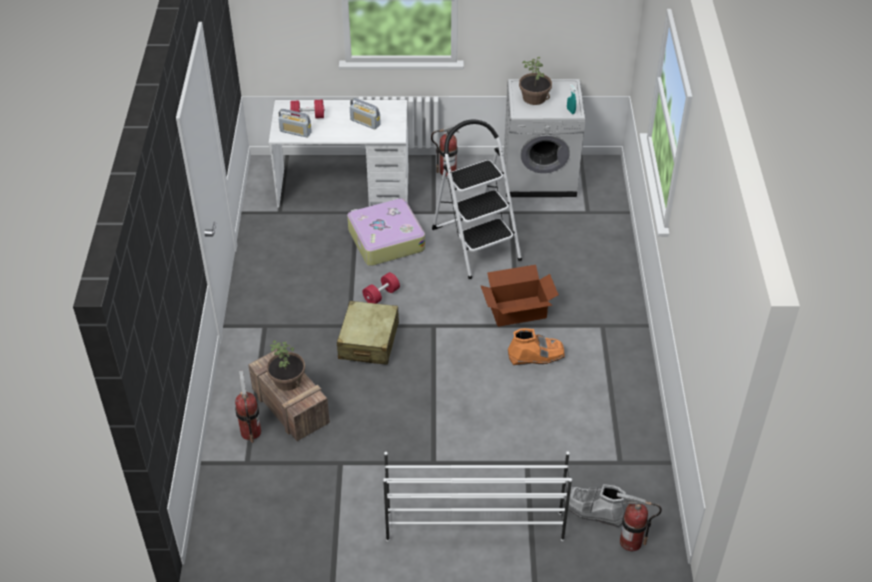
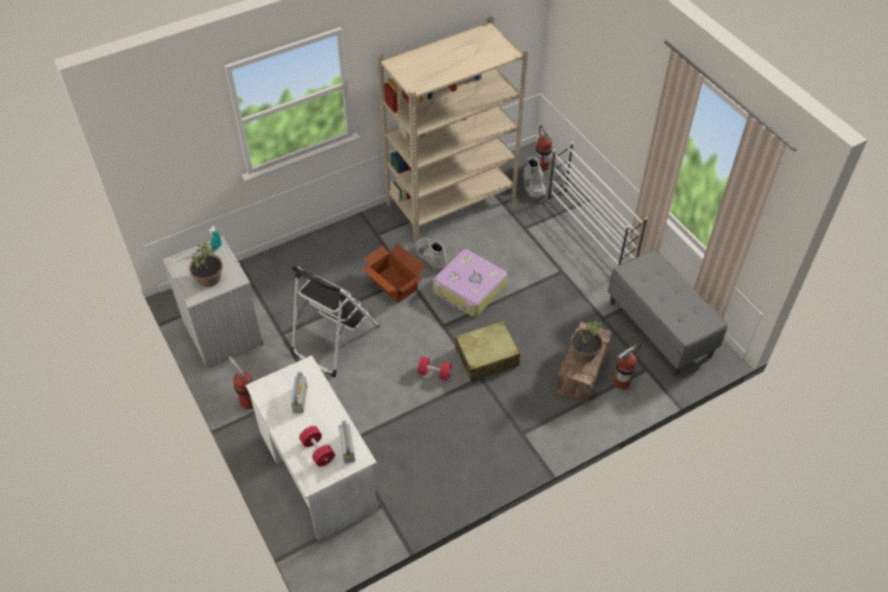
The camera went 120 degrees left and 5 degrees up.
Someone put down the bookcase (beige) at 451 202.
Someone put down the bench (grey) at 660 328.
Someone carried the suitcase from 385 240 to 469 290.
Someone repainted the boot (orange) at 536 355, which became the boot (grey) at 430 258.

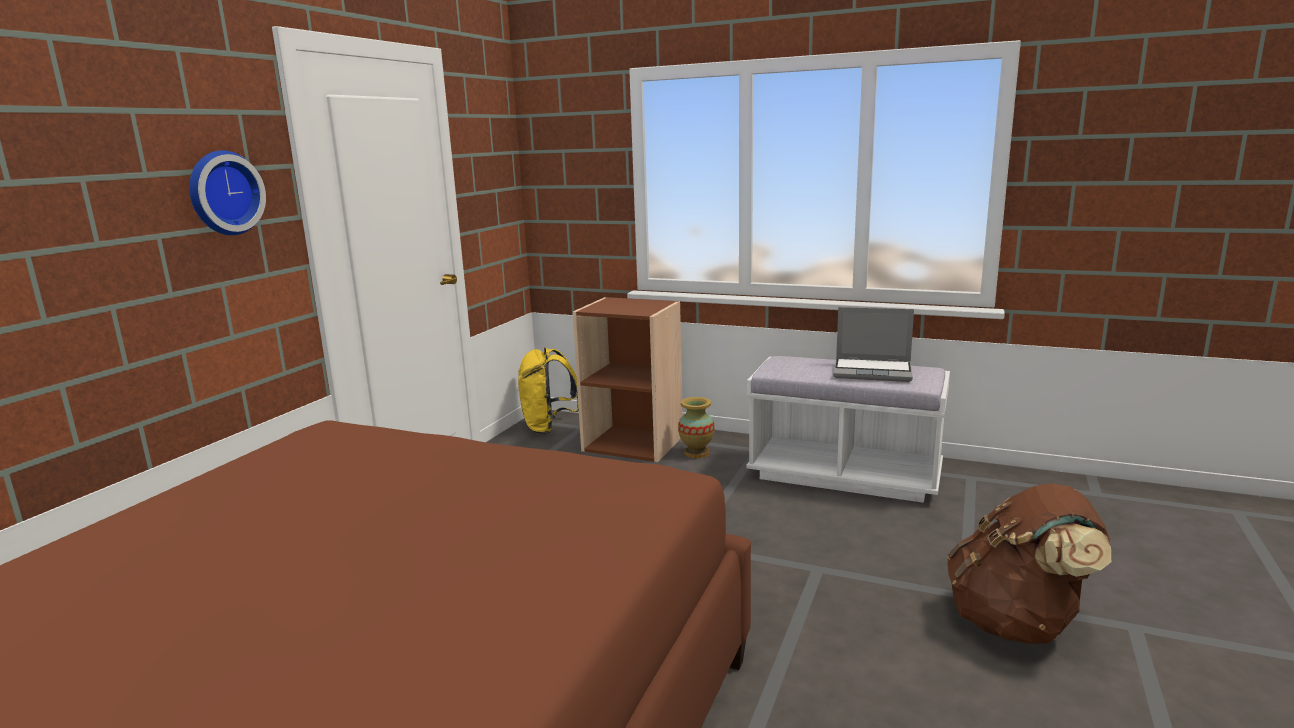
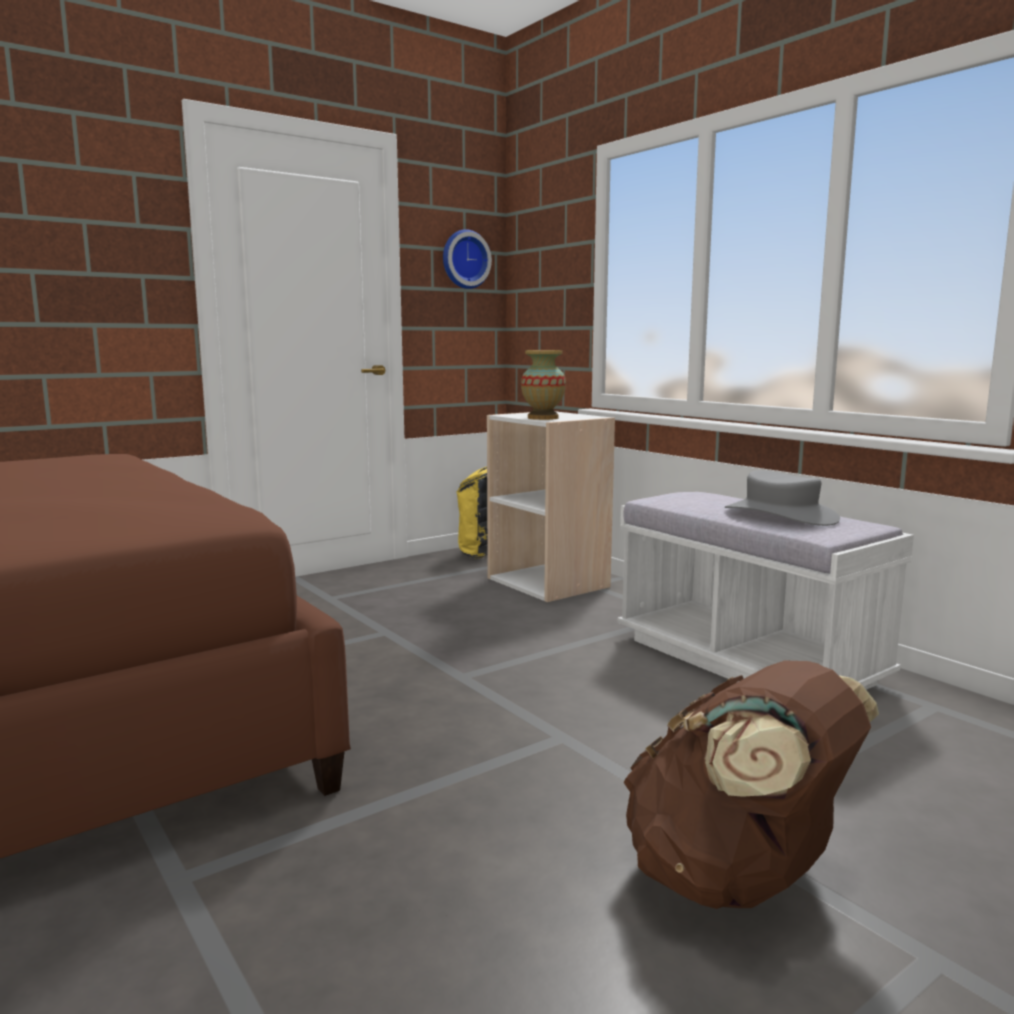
The camera went 30 degrees right and 5 degrees down.
Someone carried the wall clock from 223 193 to 464 259.
Someone carried the vase from 696 453 to 542 418.
Someone swapped the laptop at 873 371 for the hat (grey) at 780 515.
Someone repainted the bookcase (brown) at 634 443, which became the bookcase (white) at 549 582.

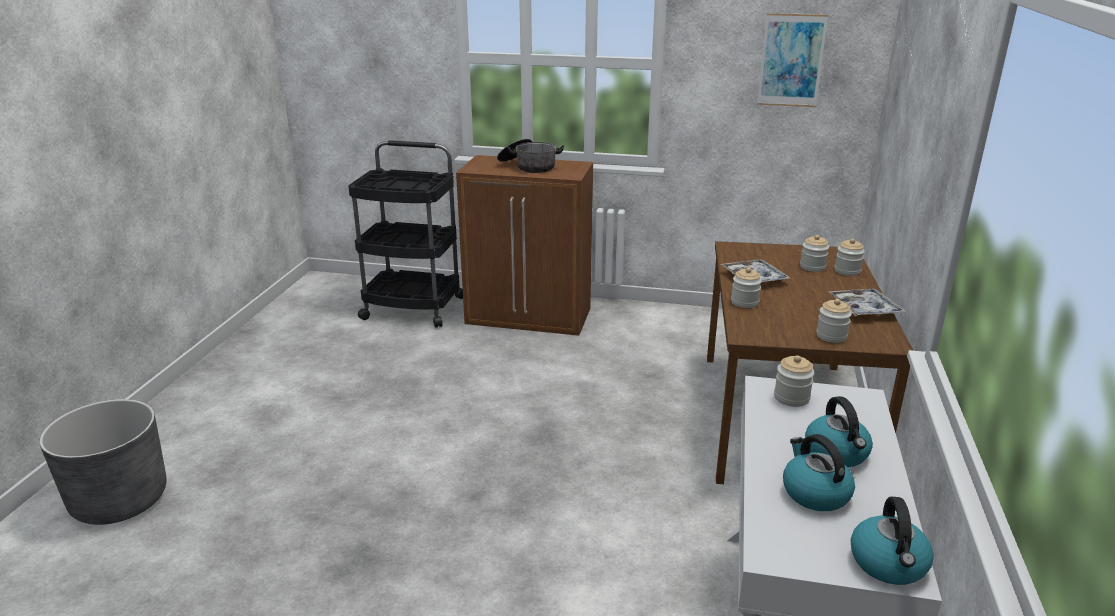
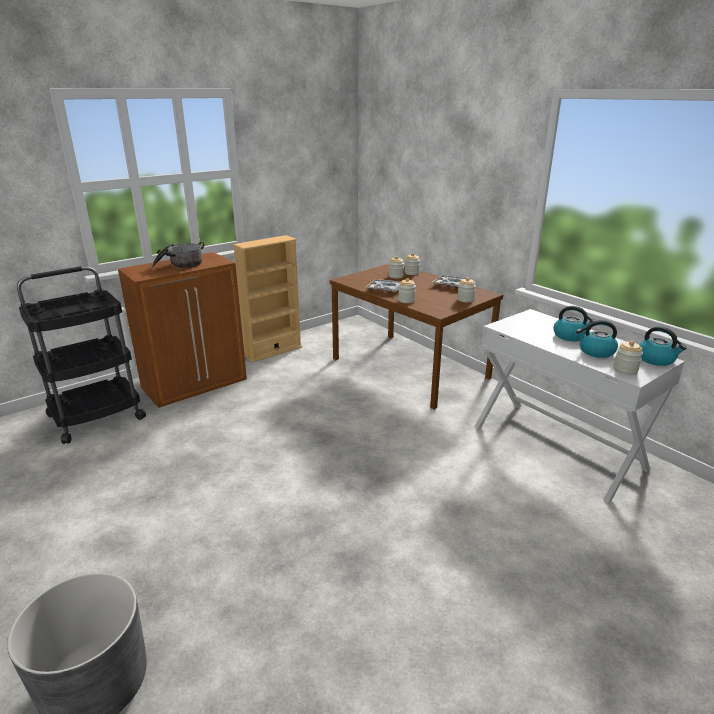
The camera went 50 degrees left and 0 degrees up.
Someone took away the picture at 791 60.
Someone put down the bookcase (beige) at 273 351.
Someone carried the jar from 791 398 to 625 370.

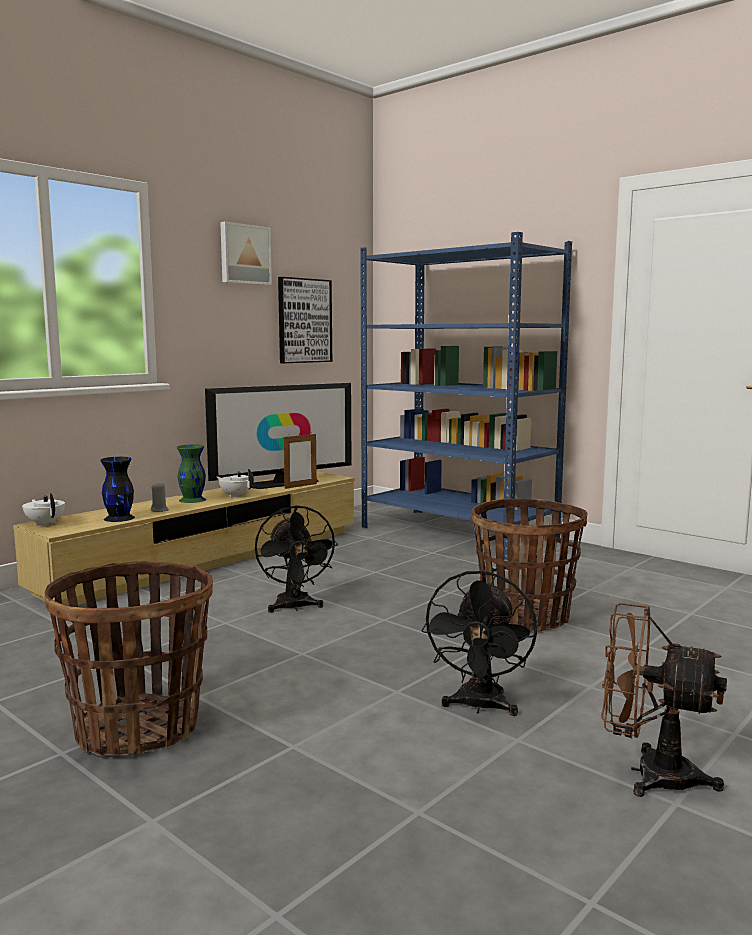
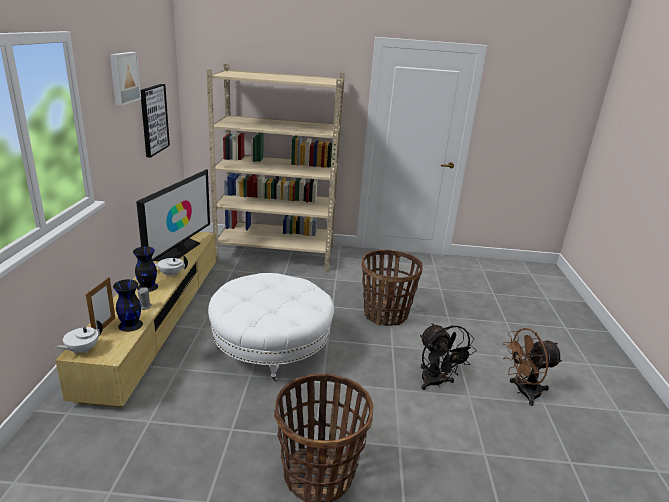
The camera went 40 degrees left and 15 degrees up.
Someone carried the picture frame from 300 486 to 104 327.
Someone swapped the fan (black) at 295 607 for the ottoman (white) at 271 347.
Someone repainted the vase (green) at 192 500, which became the vase (black) at 147 287.
Someone repainted the bookcase (blue) at 457 533, which became the bookcase (beige) at 276 253.
Someone rotated the teapot (white) at 45 524 by 60 degrees counterclockwise.

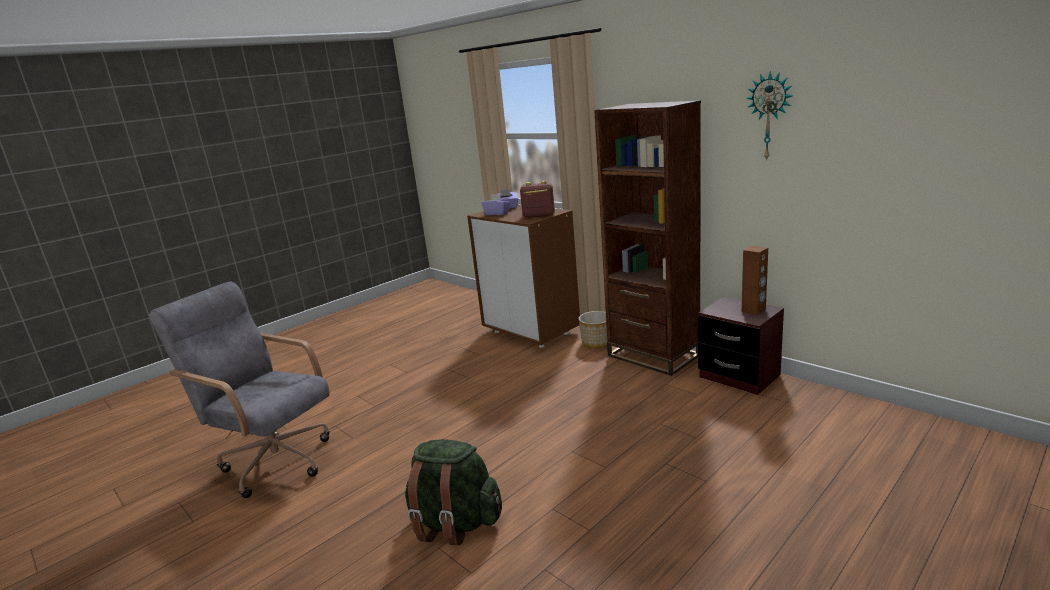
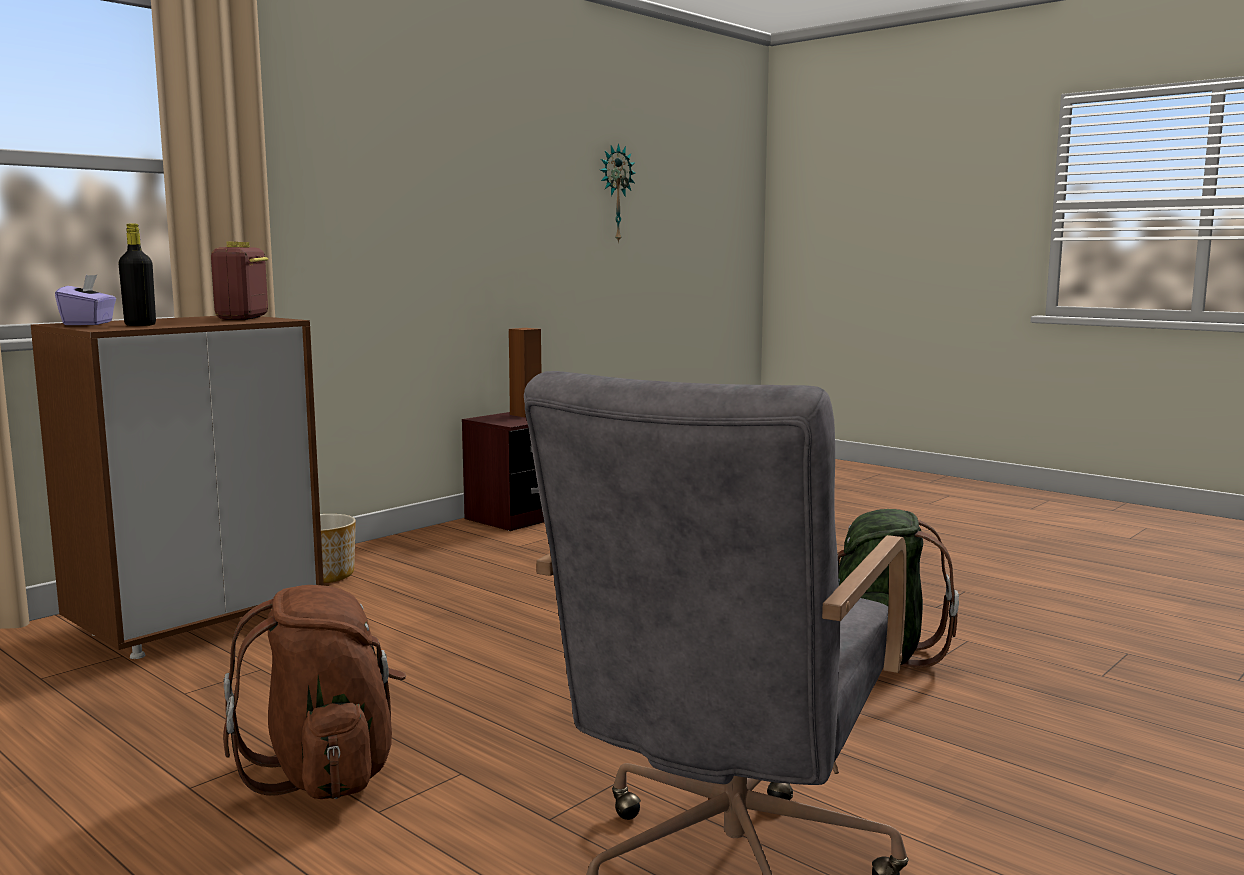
The camera went 95 degrees left and 10 degrees down.
Someone took away the bookcase (brown) at 653 355.
Someone put down the backpack (brown) at 326 773.
Someone carried the wall clock from 769 116 to 615 193.
Someone swapped the tissue box (purple) at 497 213 for the bottle (black) at 140 325.

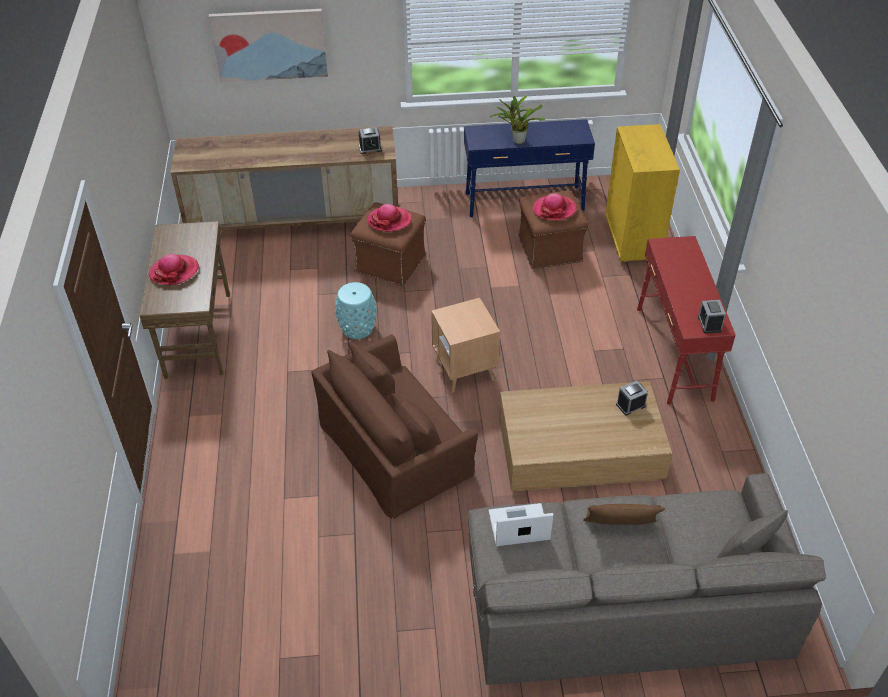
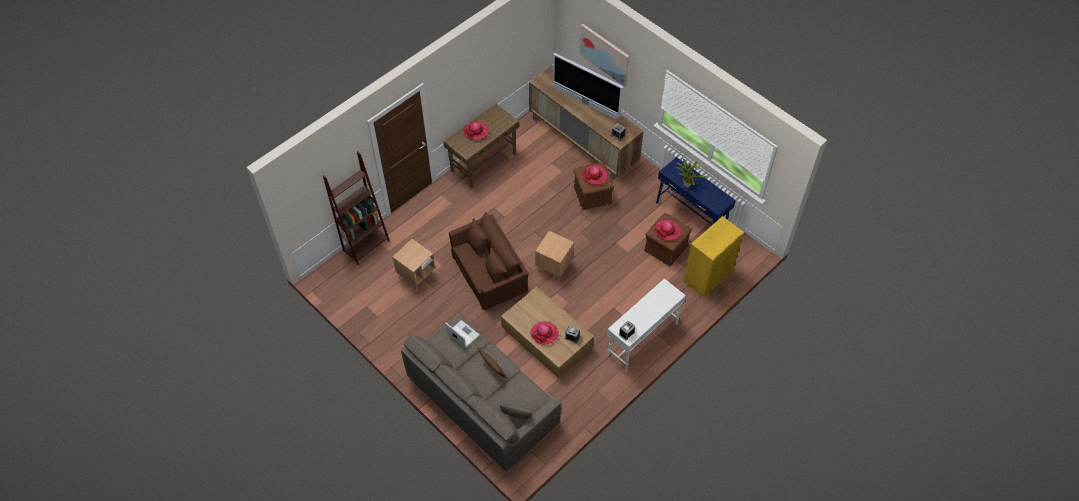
The camera went 50 degrees right and 10 degrees up.
Someone took away the stool (turquoise) at 357 328.
Someone put down the bookcase (brown) at 366 245.
Someone put down the side table (brown) at 416 276.
Someone put down the hat at 544 333.
Someone put down the television at 586 103.
Someone repainted the console table (red) at 673 353, which became the console table (white) at 642 339.
Someone rotated the armchair (brown) at 394 447 by 135 degrees clockwise.

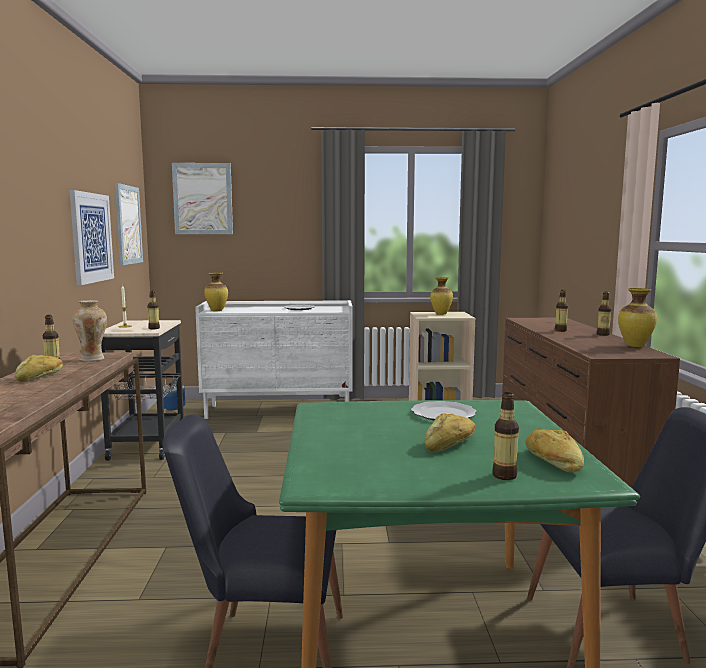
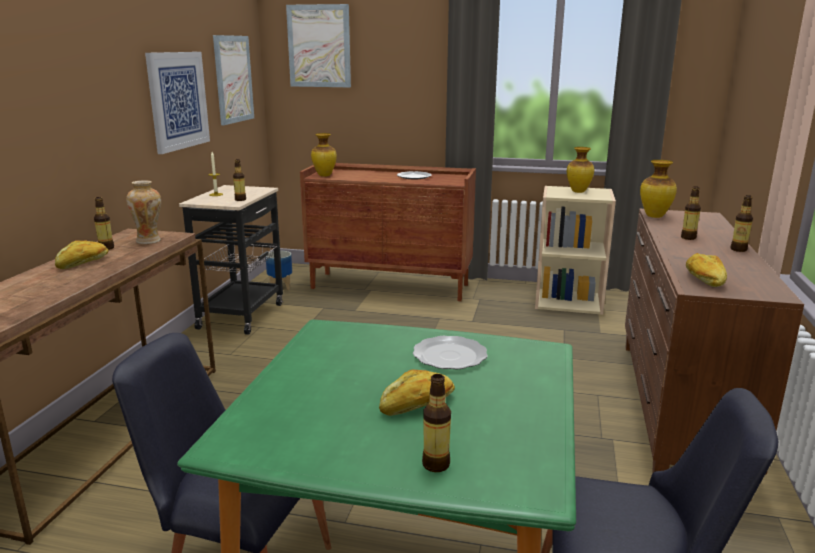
The camera went 15 degrees right and 10 degrees up.
Someone carried the bread from 552 462 to 703 279.
Someone carried the vase from 635 346 to 655 216.
Someone repainted the cabinet (white) at 279 411, which became the cabinet (brown) at 391 286.

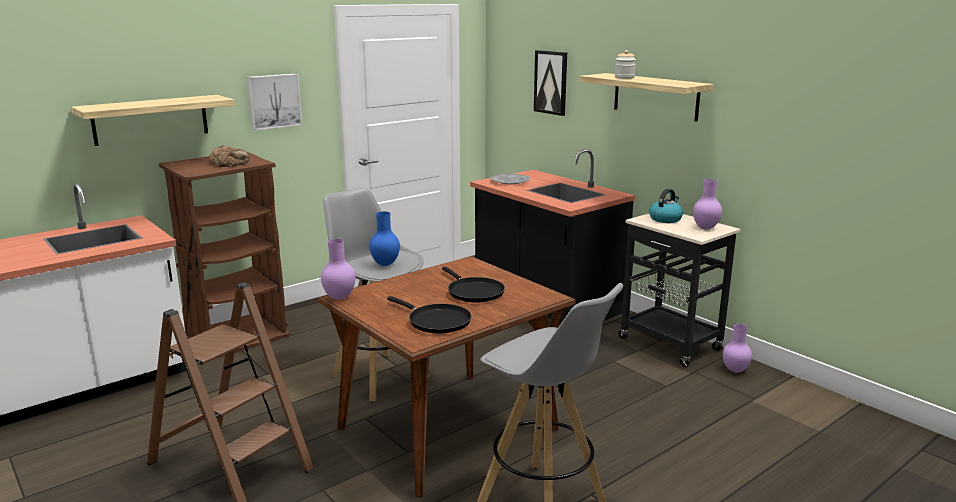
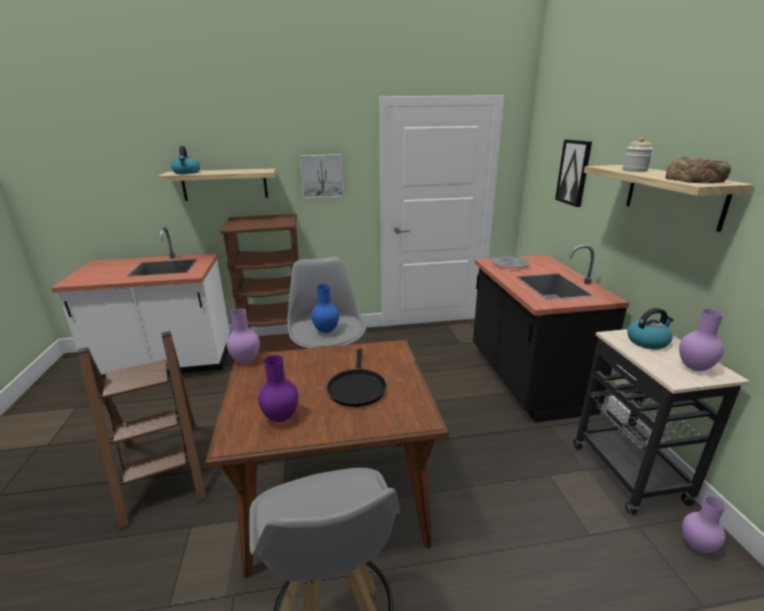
The camera went 30 degrees right and 5 degrees up.
Someone put down the kettle at 187 173.
Someone carried the bread from 230 162 to 694 179.
Someone swapped the frying pan (black) at 436 321 for the vase (purple) at 280 418.

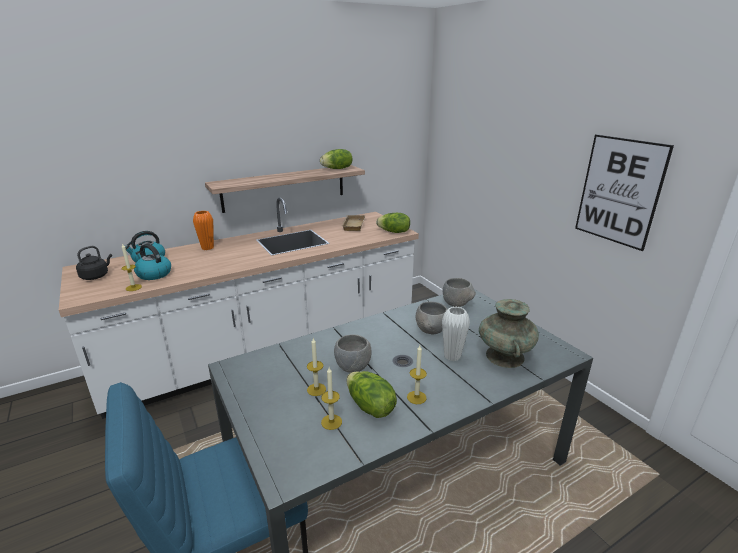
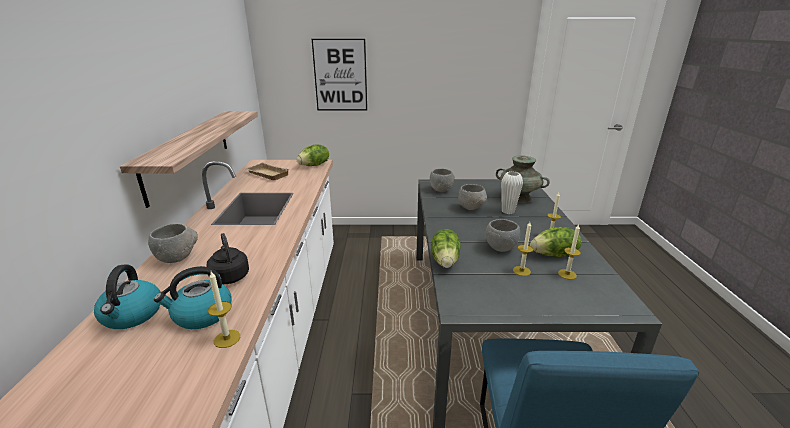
The camera went 60 degrees left and 0 degrees up.
Someone carried the kettle (black) from 96 276 to 230 276.
Someone carried the lettuce from 337 169 to 445 261.
Someone carried the picture from 619 191 to 340 75.
Someone swapped the vase (orange) at 207 248 for the bowl (grey) at 177 259.

